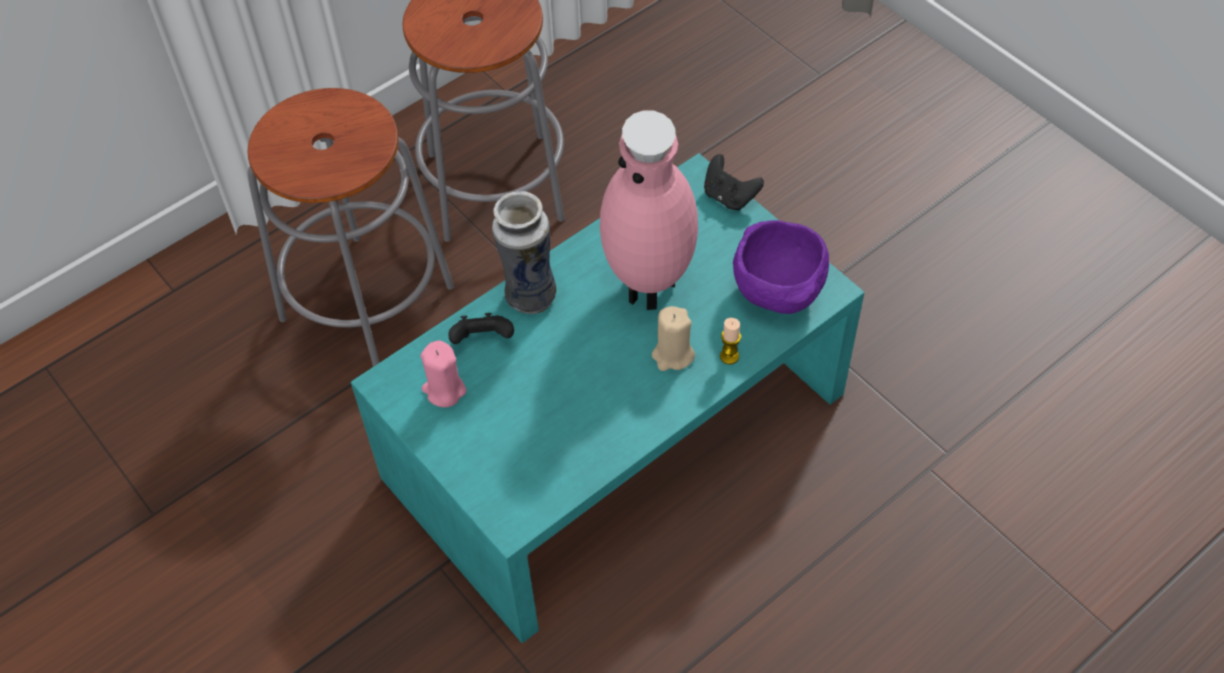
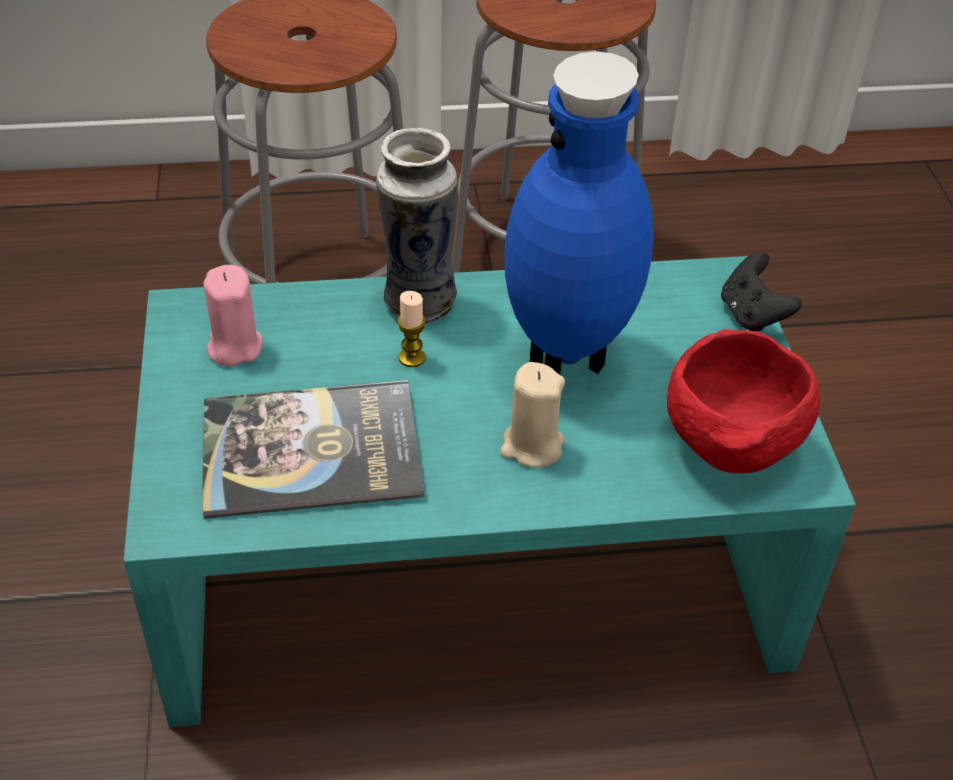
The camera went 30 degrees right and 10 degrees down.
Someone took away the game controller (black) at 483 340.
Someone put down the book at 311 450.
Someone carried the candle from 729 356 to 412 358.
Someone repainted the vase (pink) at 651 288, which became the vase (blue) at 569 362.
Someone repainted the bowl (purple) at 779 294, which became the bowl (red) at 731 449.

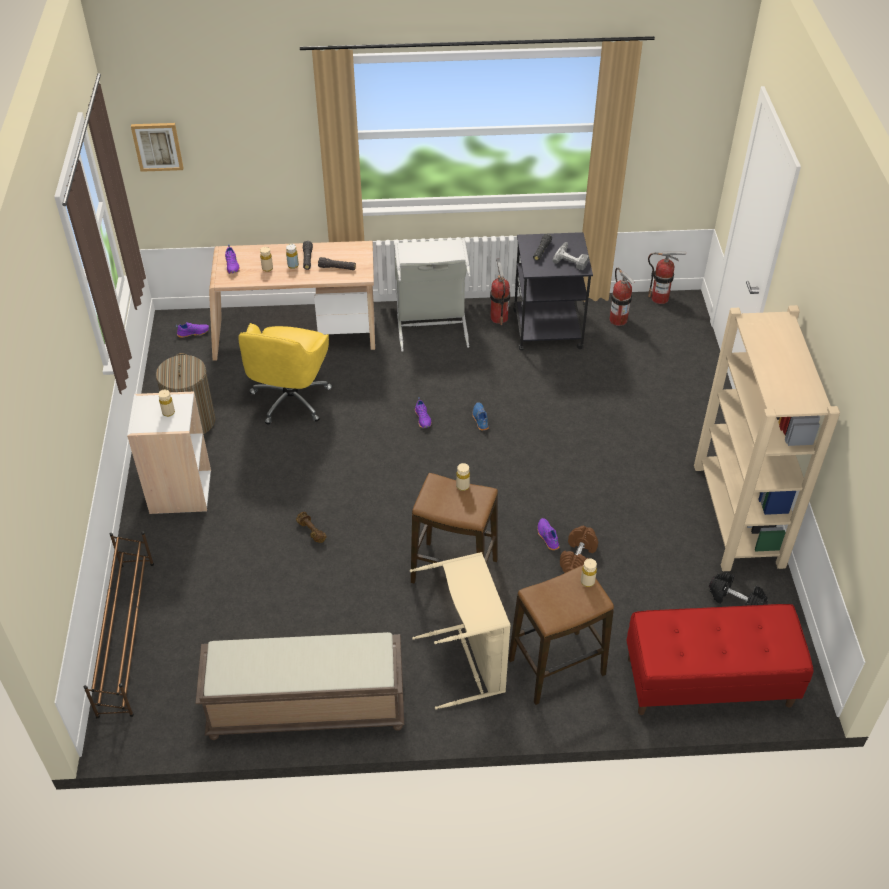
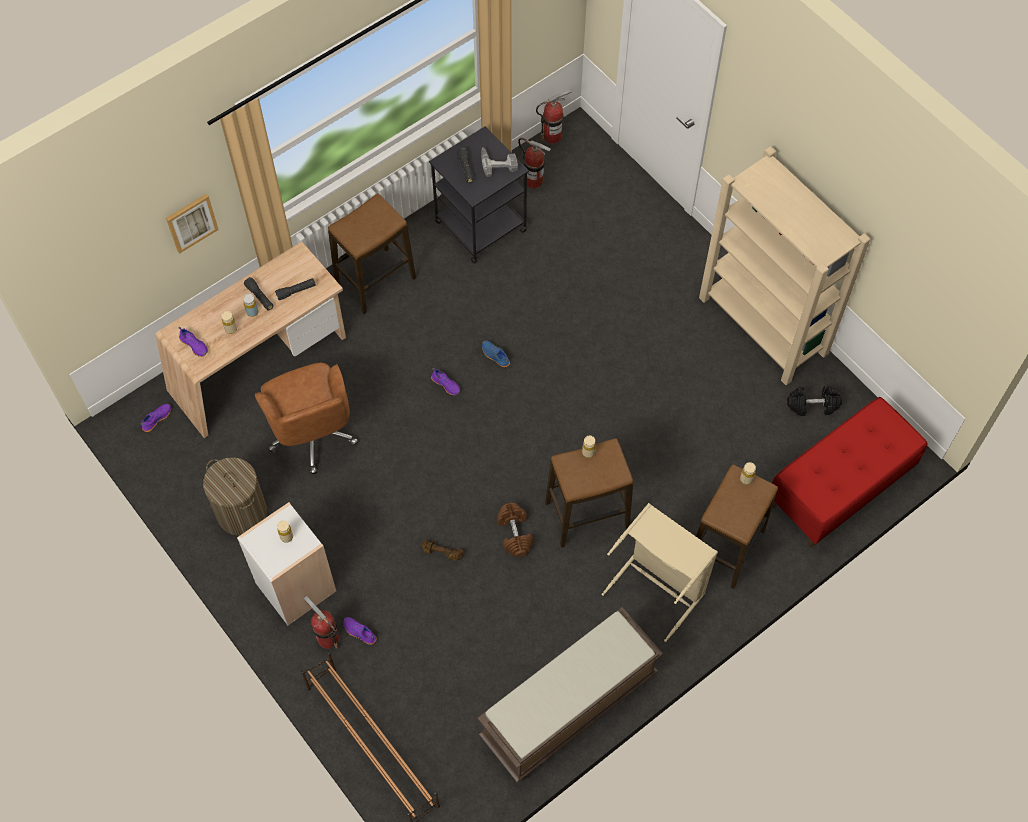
The camera went 35 degrees left and 15 degrees up.
Someone carried the picture from 157 146 to 191 222.
Someone carried the fire extinguisher from 499 317 to 327 638.
Someone carried the shoe (purple) from 547 537 to 359 632.
Someone carried the dumbbell (brown) from 578 558 to 515 534.
Someone swapped the laundry basket (grey) at 432 325 for the stool at 375 281.
Someone repainted the office chair (yellow) at 290 399, which became the office chair (brown) at 312 435.

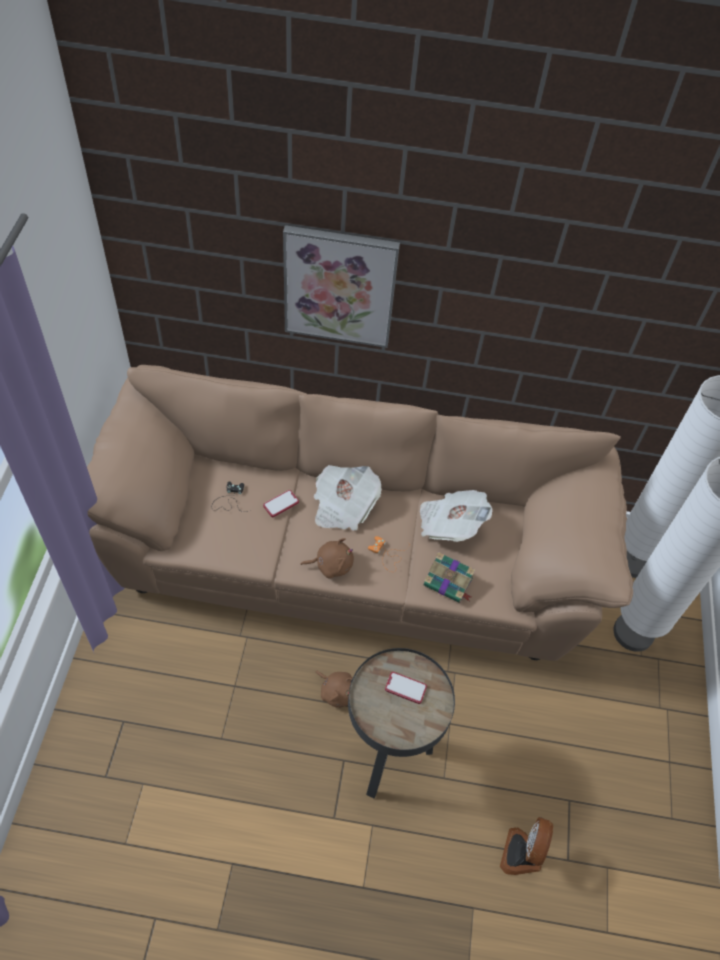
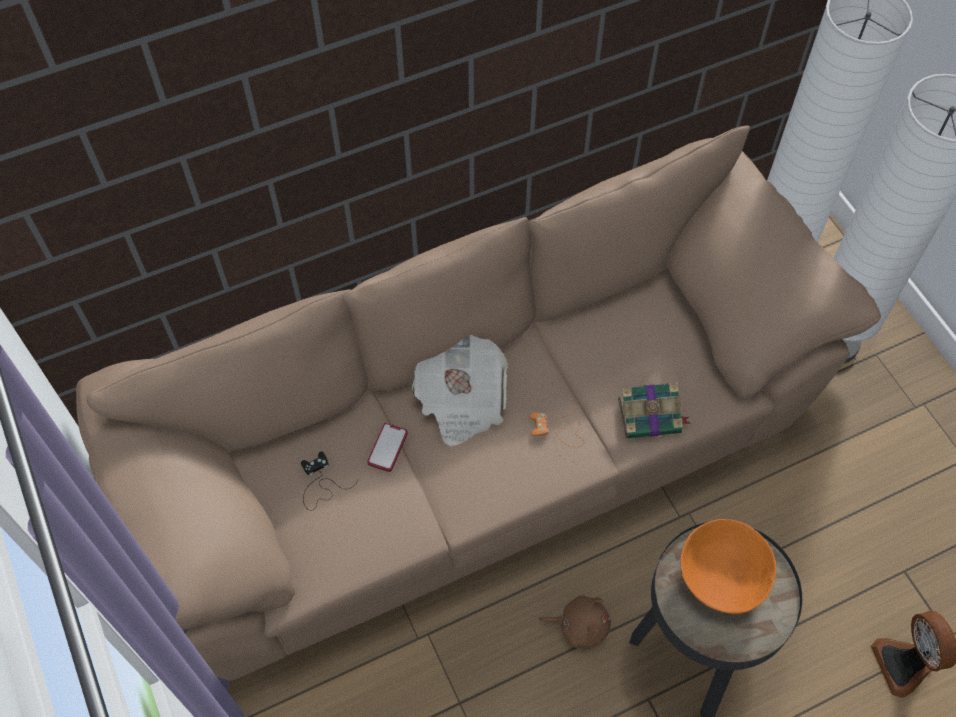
The camera went 30 degrees left and 5 degrees up.
Someone took away the picture at 339 286.
Someone took away the plush toy (brown) at 331 565.
Someone took away the newspaper at 450 524.
Someone swapped the phone at 405 688 for the bowl (orange) at 721 575.

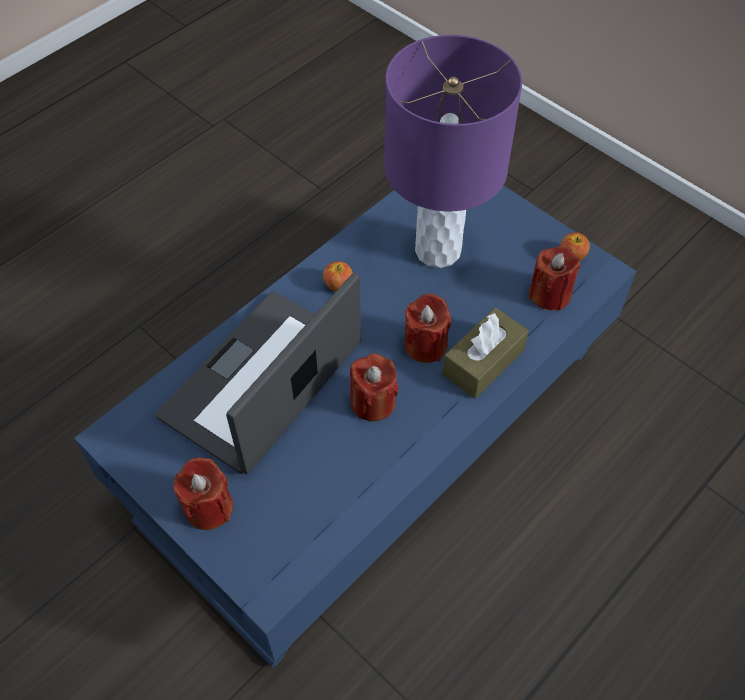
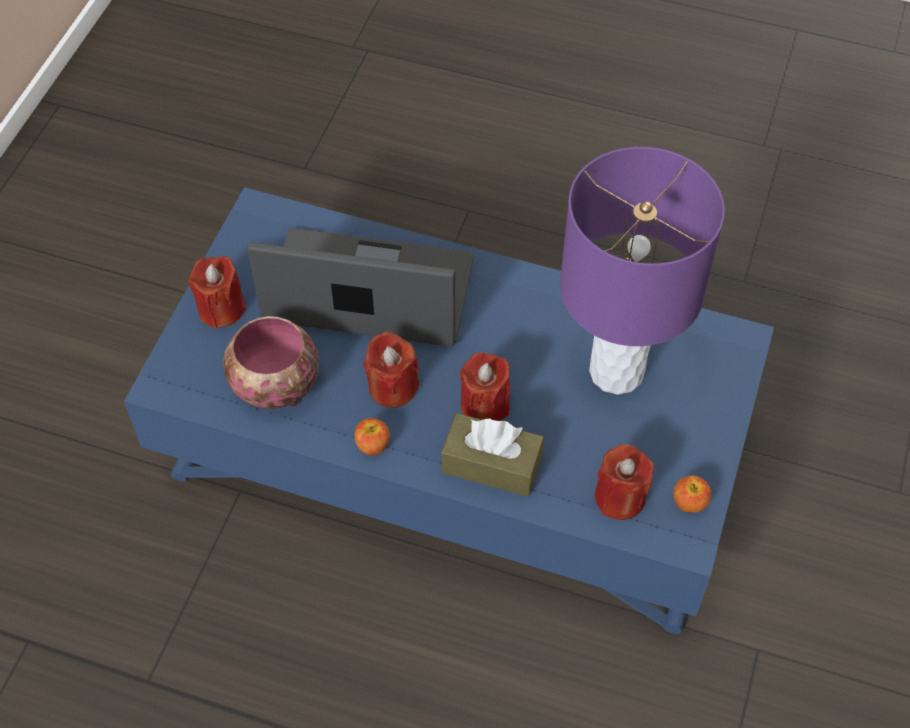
The camera went 65 degrees right and 0 degrees up.
Someone put down the bowl at 274 387.
Someone carried the apple from 338 285 to 372 445.

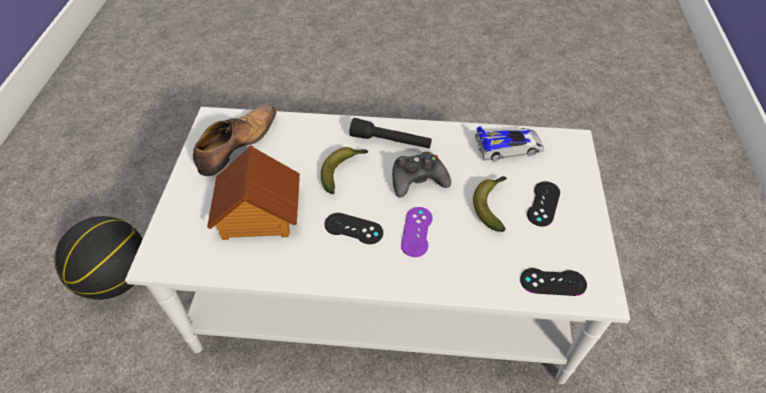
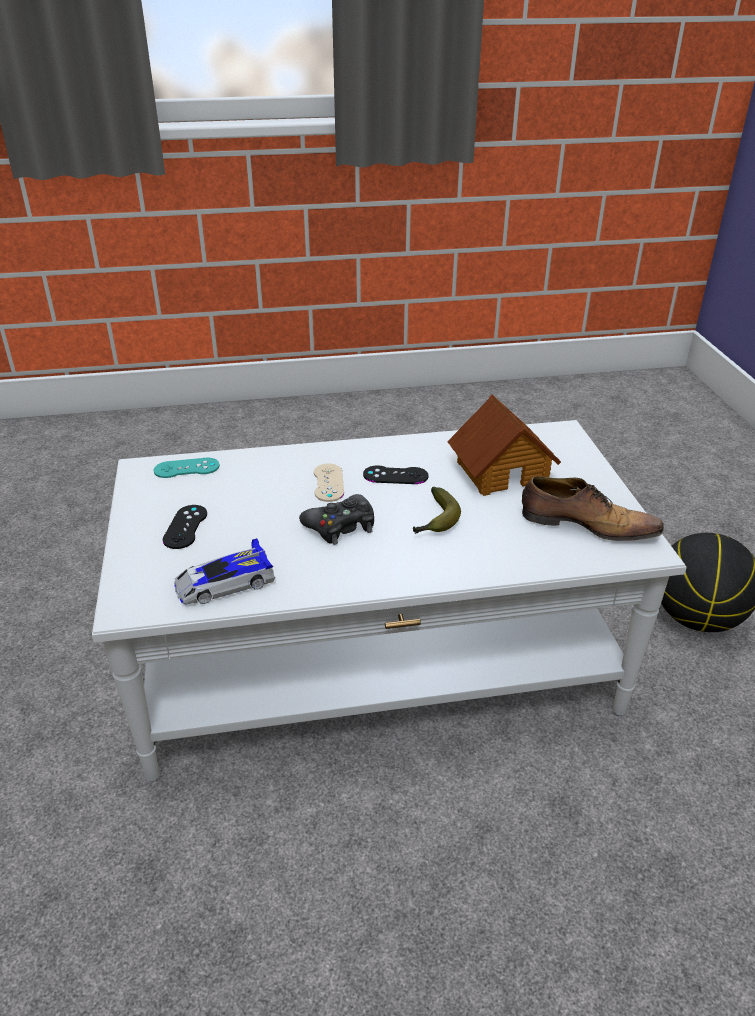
The camera went 165 degrees right and 15 degrees down.
Someone took away the flashlight (black) at 390 141.
Someone took away the banana at 492 205.
Someone repainted the game controller (purple) at 417 231, which became the game controller (beige) at 328 483.
Someone repainted the game controller (black) at 553 282, which became the game controller (turquoise) at 186 468.
Someone rotated the shoe at 236 145 by 90 degrees counterclockwise.

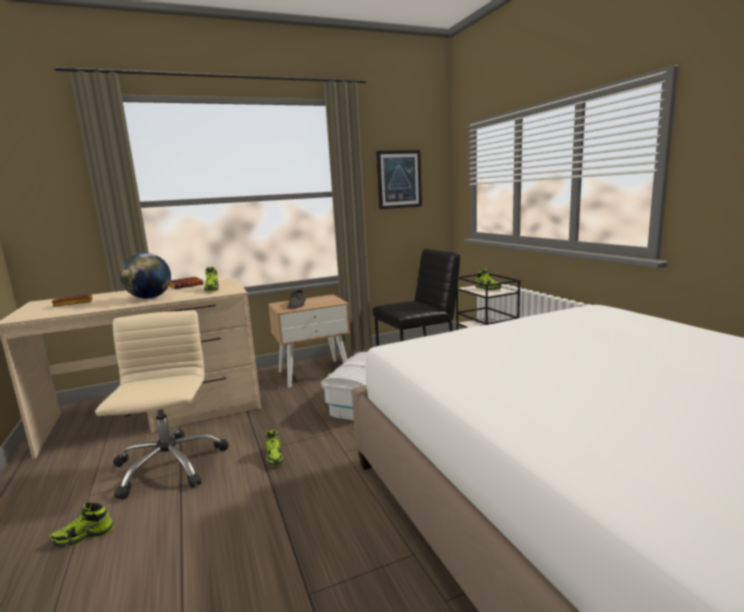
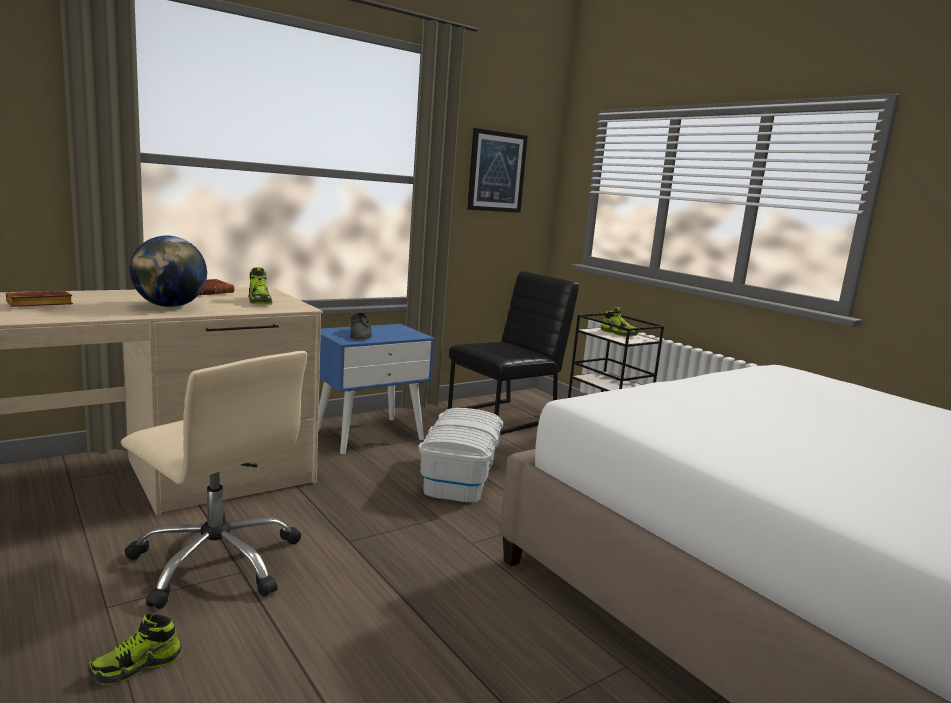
The camera went 15 degrees left and 0 degrees up.
Someone took away the shoe at 274 457.
Someone repainted the nightstand (beige) at 314 372, which became the nightstand (blue) at 369 434.
Someone rotated the office chair (beige) at 169 465 by 150 degrees clockwise.

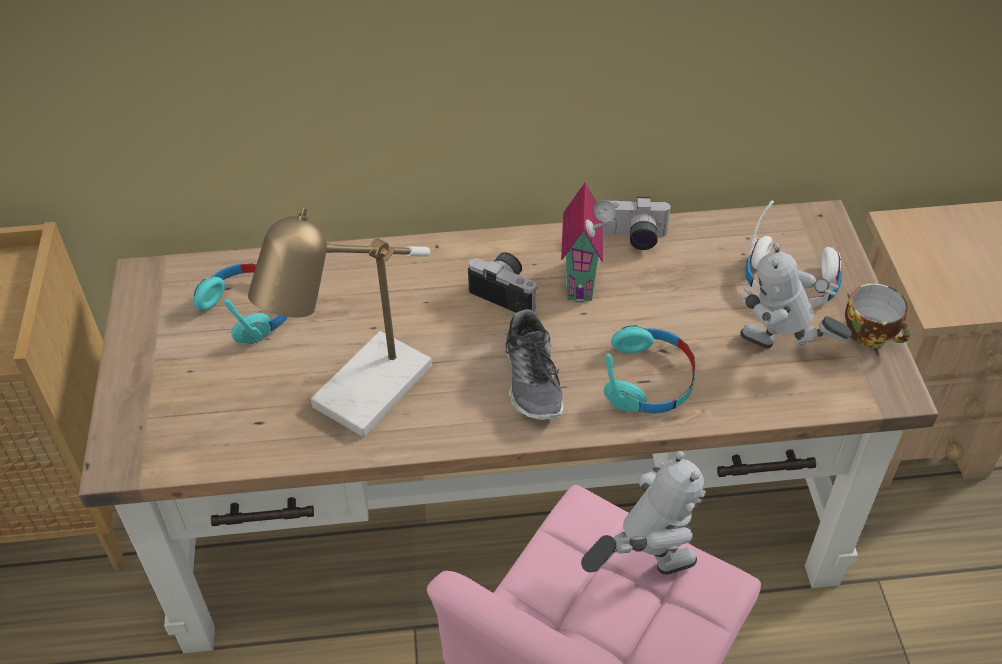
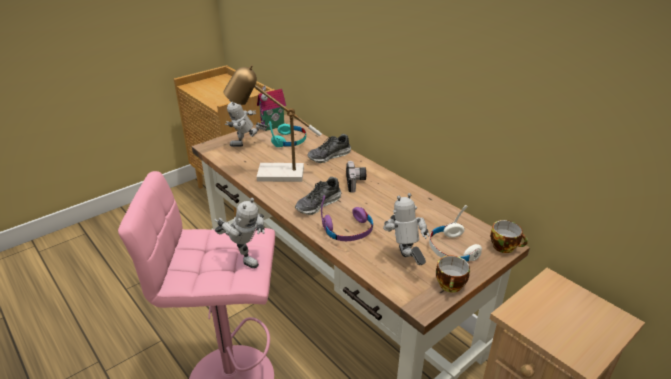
The camera went 55 degrees right and 15 degrees down.
Someone took away the photo camera at 632 238.
Someone put down the toy robot at 247 145.
Someone put down the shoe at 329 156.
Someone put down the cup at 505 247.
Someone carried the toy house from 584 281 to 273 127.
Someone repainted the headphones (turquoise) at 649 380, which became the headphones (purple) at 348 231.

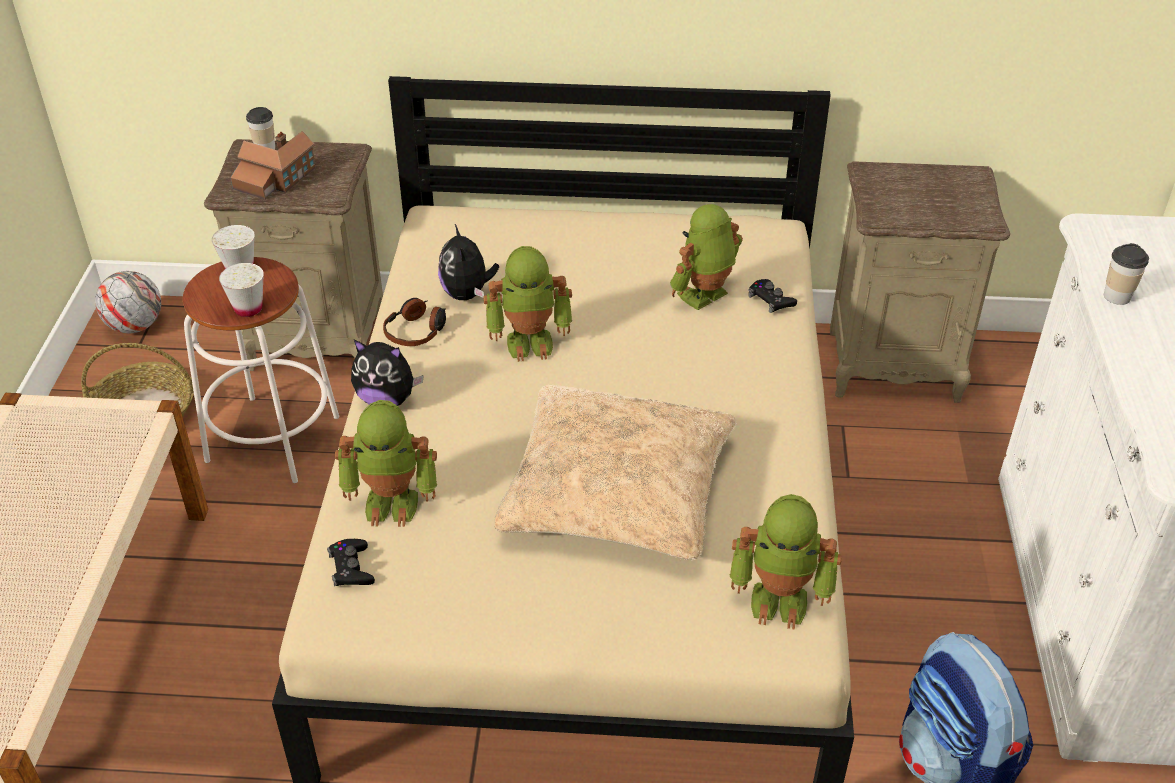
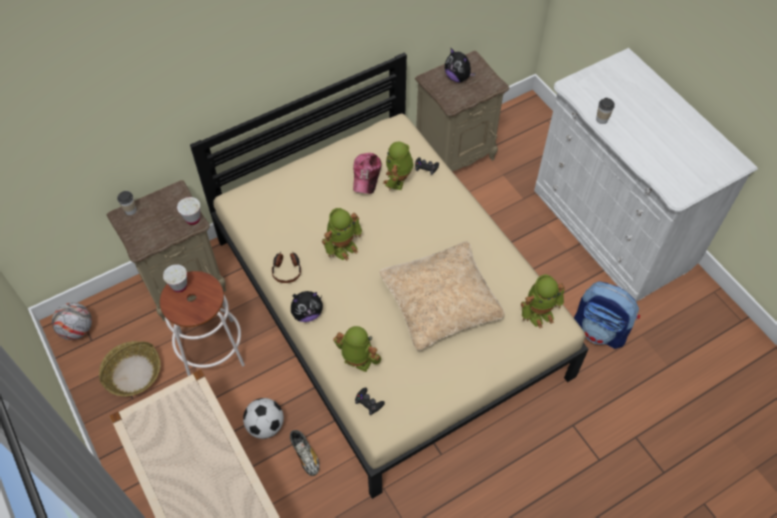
The camera went 35 degrees left and 15 degrees up.
Someone took away the toy house at 275 179.
Someone put down the football at 265 425.
Someone put down the shoe at 305 455.
Someone put down the cap at 366 175.
Someone carried the cup (white) from 248 309 to 192 219.
Someone carried the plush toy from 467 294 to 458 77.
Someone rotated the toy robot at 393 501 by 120 degrees counterclockwise.

